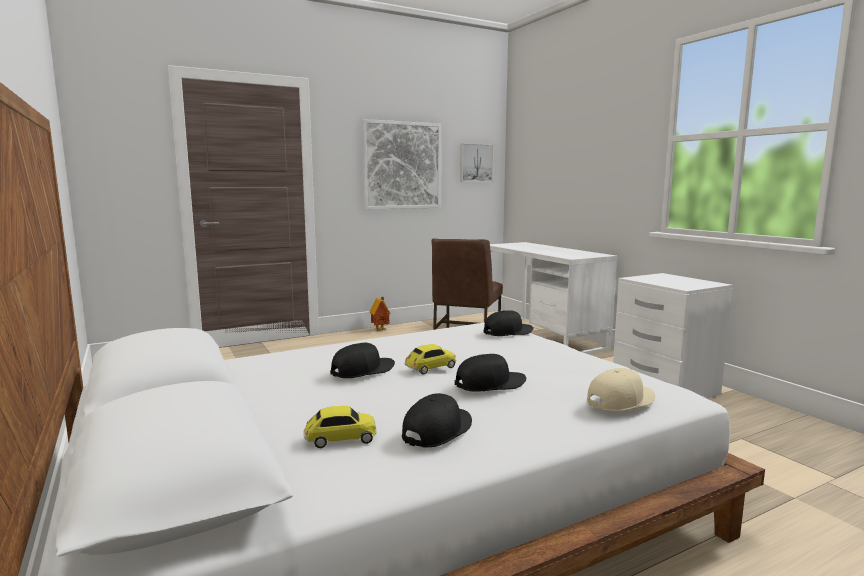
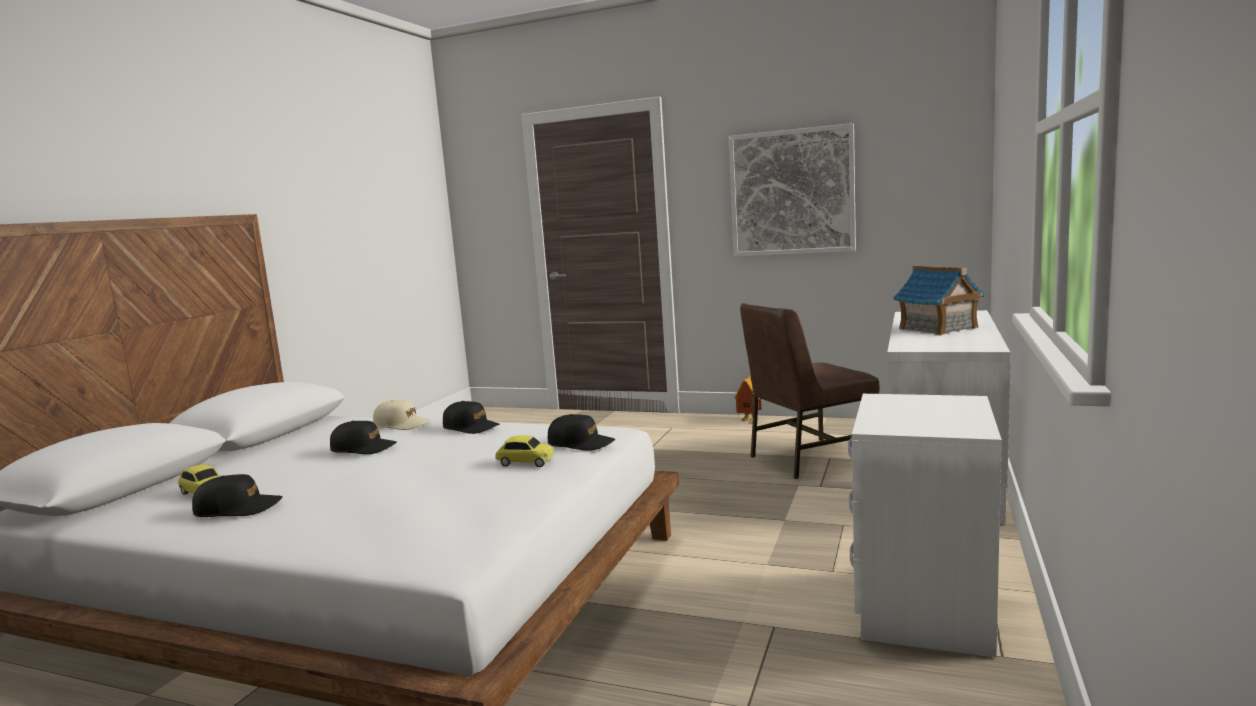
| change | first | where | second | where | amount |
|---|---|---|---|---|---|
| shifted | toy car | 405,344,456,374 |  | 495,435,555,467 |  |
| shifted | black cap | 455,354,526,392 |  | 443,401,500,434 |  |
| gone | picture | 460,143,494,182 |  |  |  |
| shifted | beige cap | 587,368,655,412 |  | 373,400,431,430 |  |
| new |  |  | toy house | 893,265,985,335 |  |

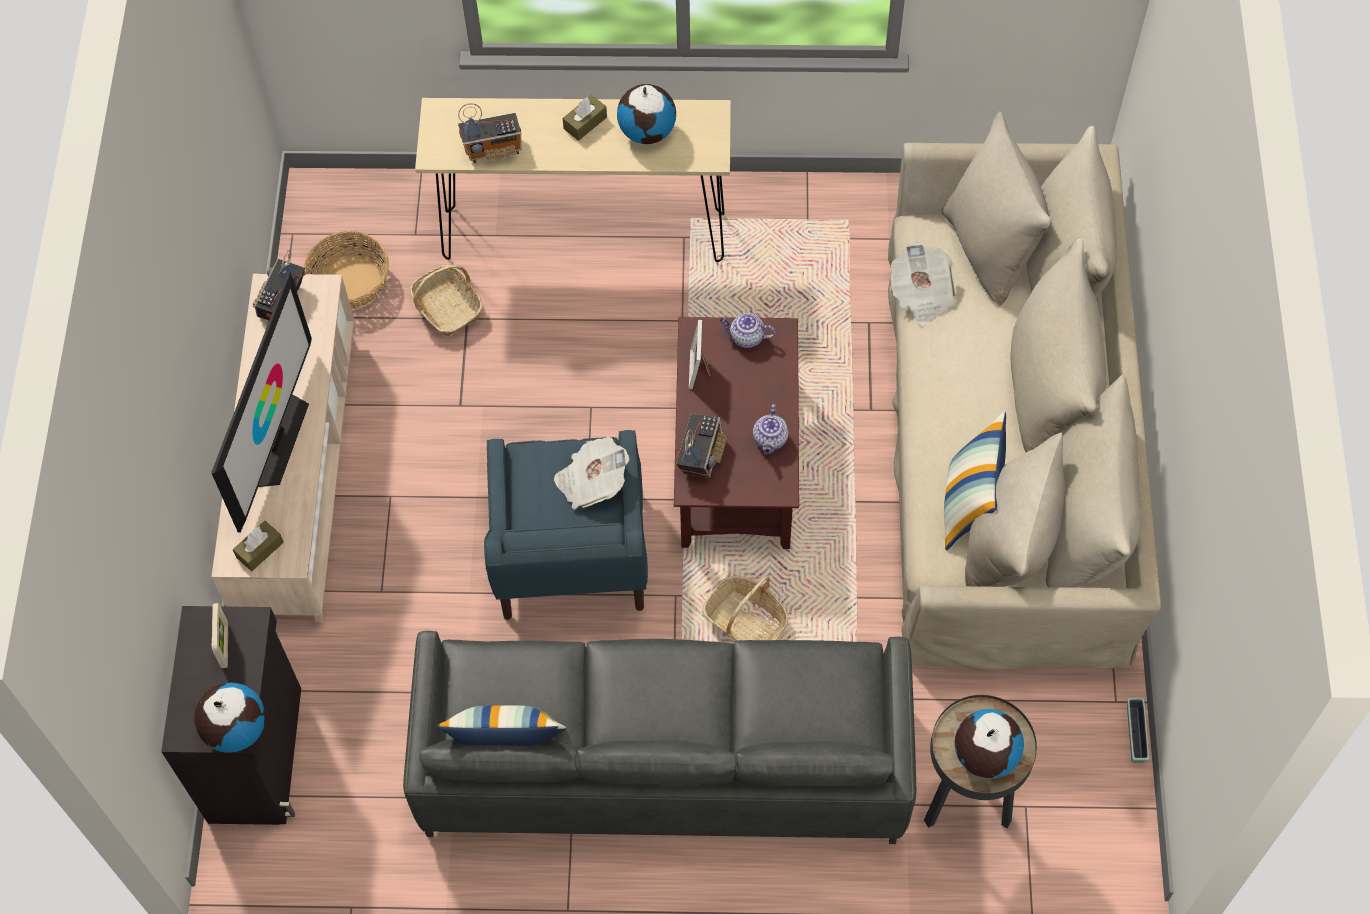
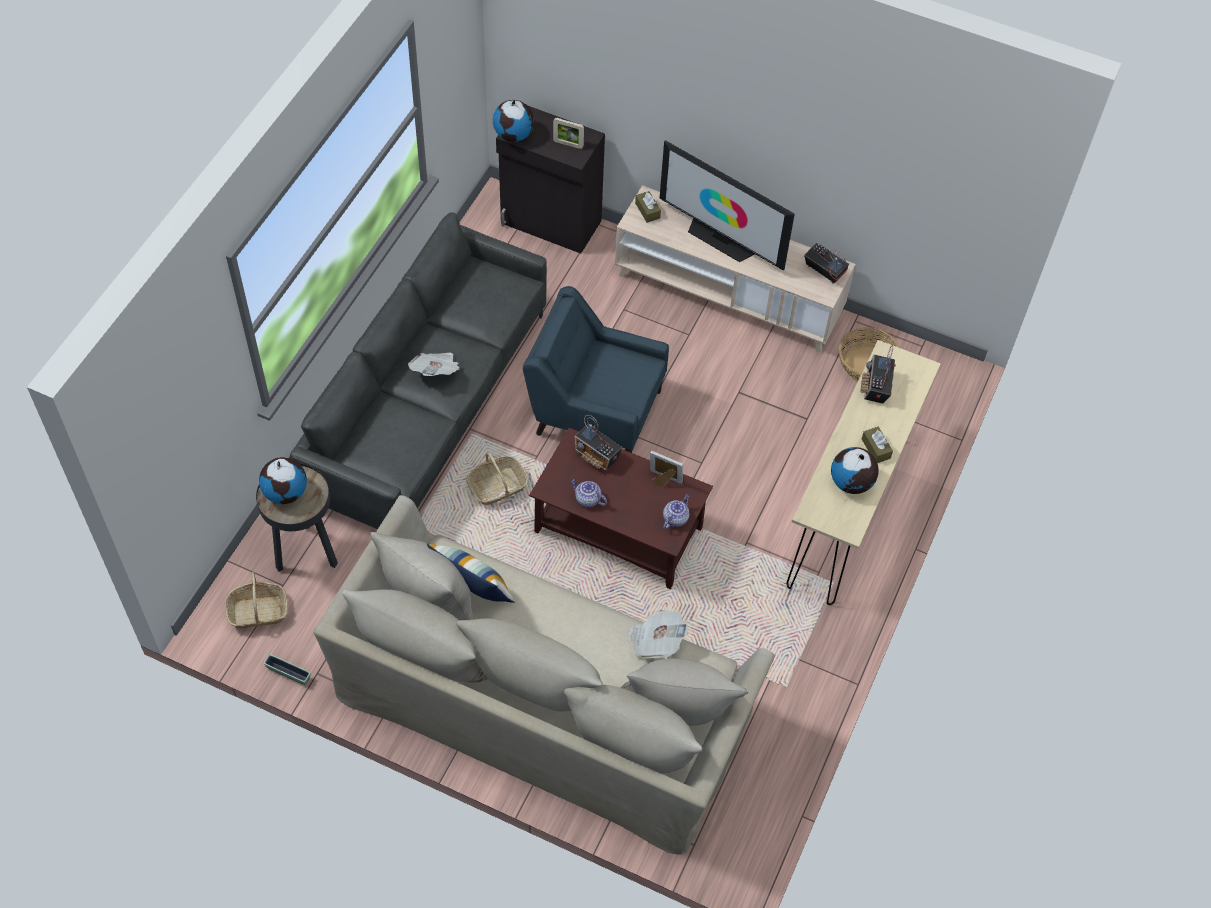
| change | first | where | second | where | amount |
|---|---|---|---|---|---|
| shifted | basket | 410,265,483,336 |  | 225,572,288,629 |  |
| gone | pillow | 437,705,566,746 |  |  |  |
| shifted | newspaper | 554,437,629,509 |  | 408,352,460,376 |  |

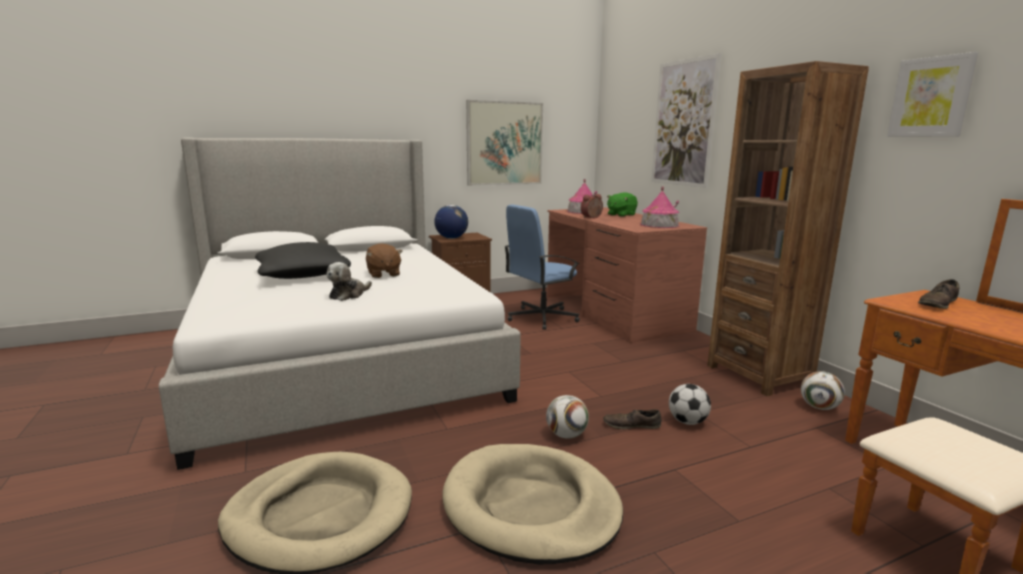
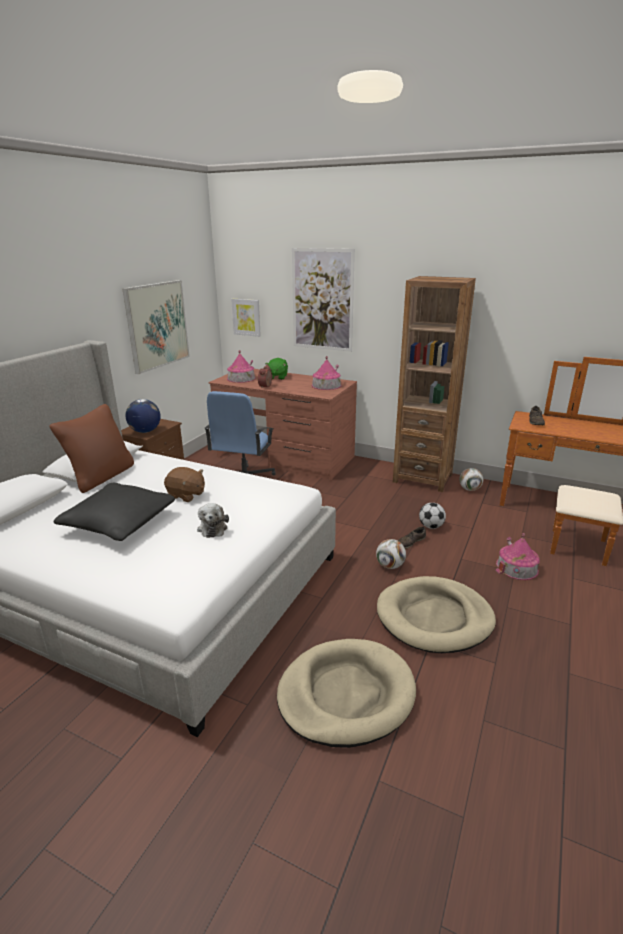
| change | first | where | second | where | amount |
|---|---|---|---|---|---|
| shifted | picture | 887,52,978,137 |  | 231,299,261,337 |  |
| new |  |  | brown pillow | 49,404,134,493 |  |
| new |  |  | toy house | 495,533,540,580 |  |

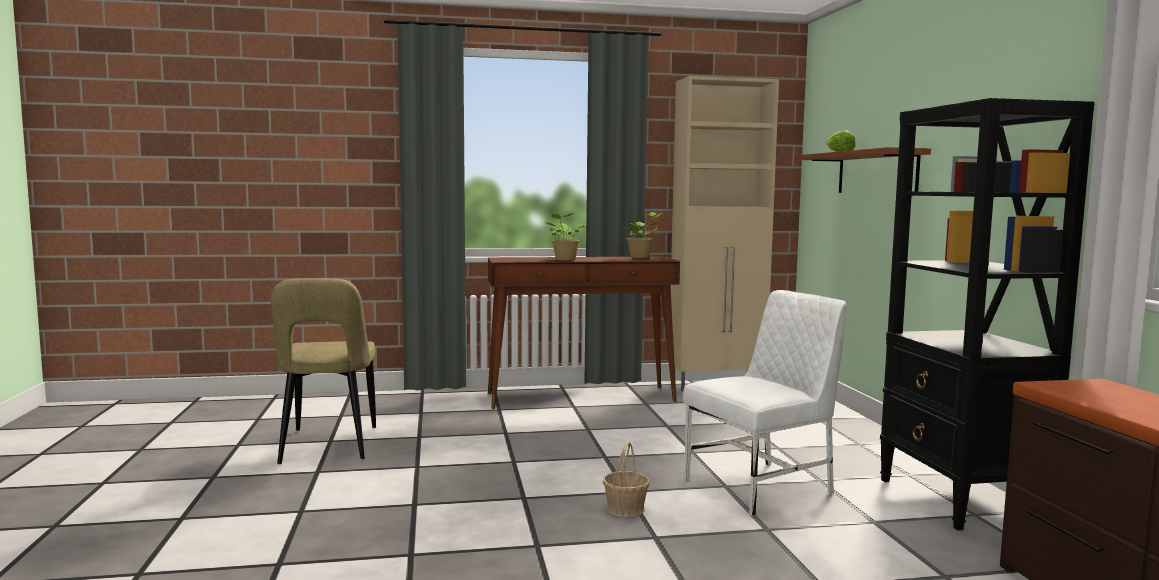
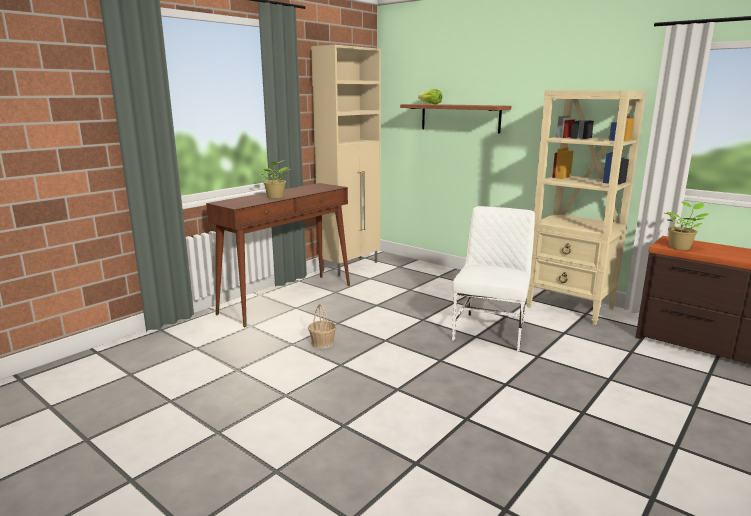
| change | first | where | second | where | amount |
|---|---|---|---|---|---|
| gone | beige chair | 271,278,376,464 |  |  |  |
| shifted | basket | 603,441,650,517 |  | 308,304,337,349 |  |
| shifted | potted plant | 623,212,662,258 |  | 665,201,708,250 |  |
| repainted | black bookcase | 880,98,1095,531 | beige bookcase | 526,90,646,325 |  |

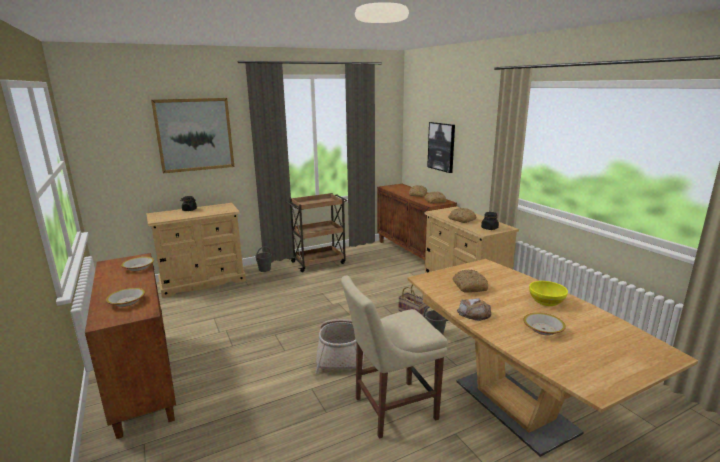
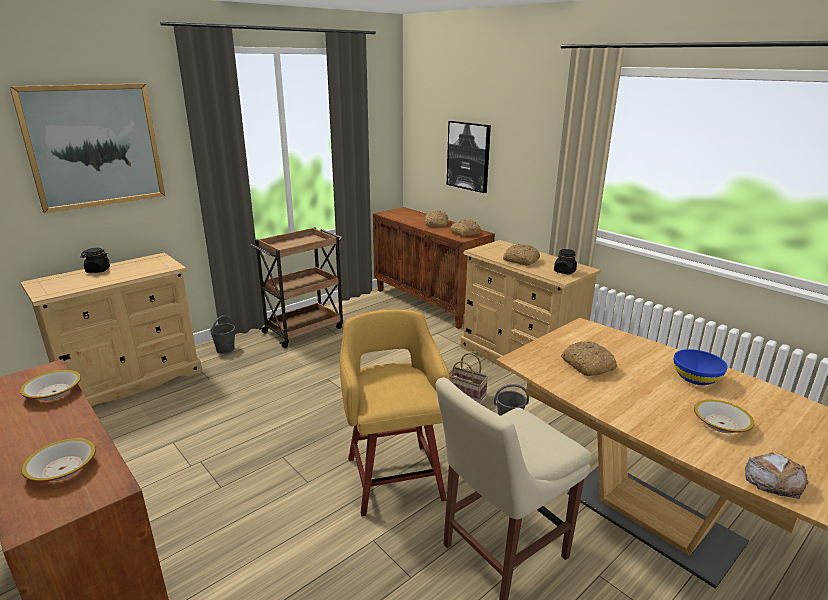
| change | first | where | second | where | amount |
|---|---|---|---|---|---|
| swapped | basket | 315,319,364,374 | yellow stool | 340,309,450,516 |  |
| shifted | bread | 457,298,491,321 |  | 745,452,808,499 |  |
| repainted | yellow bowl | 529,281,568,306 | blue bowl | 674,349,728,385 |  |

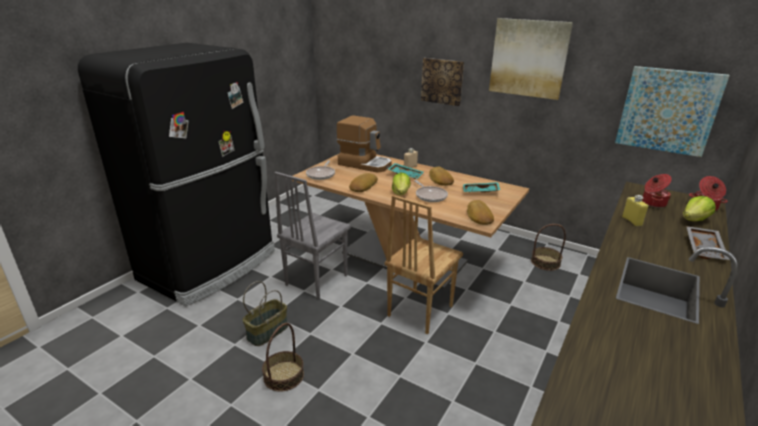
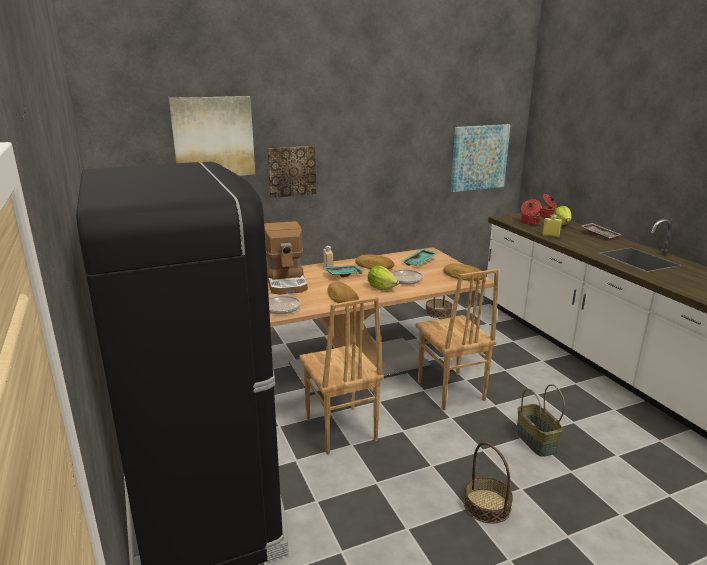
| change | first | where | second | where | amount |
|---|---|---|---|---|---|
| shifted | basket | 243,281,288,346 |  | 516,384,565,457 |  |
| repainted | grey chair | 275,172,351,299 | brown chair | 299,297,384,455 |  |
| rotated | coffee machine | 337,116,392,173 |  | 264,221,308,295 | 105 degrees clockwise |
| shifted | picture | 489,18,573,100 |  | 169,96,255,176 |  |

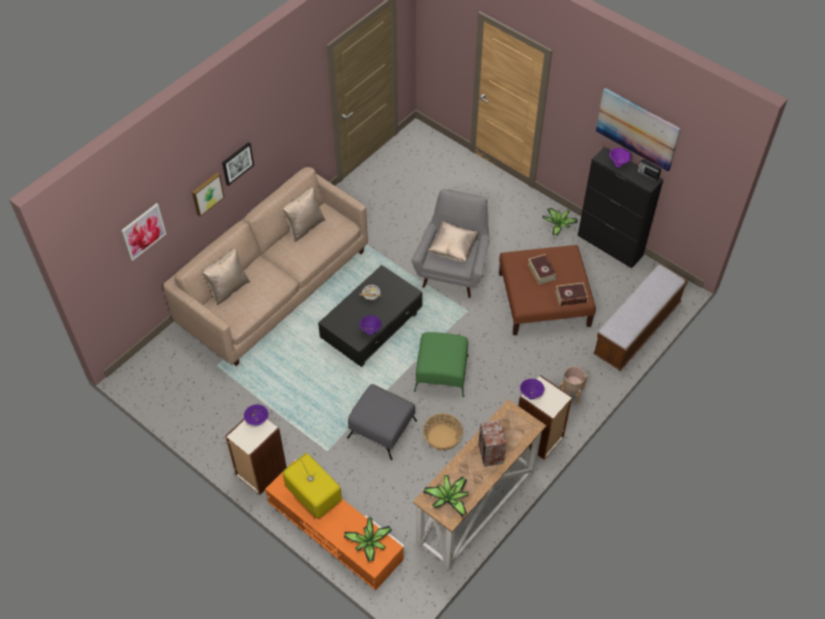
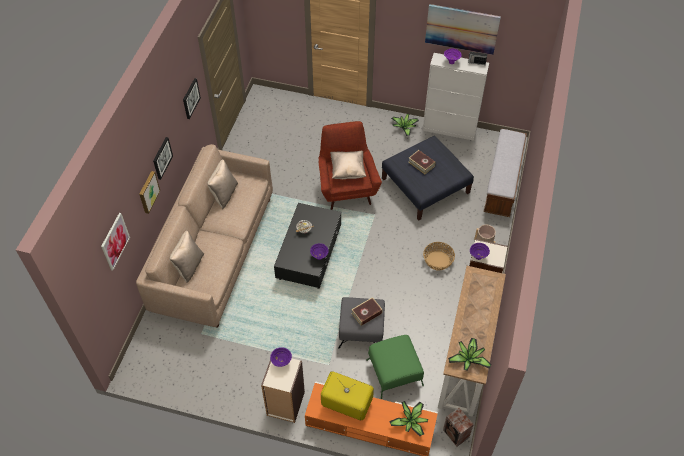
| change | first | where | second | where | amount |
|---|---|---|---|---|---|
| repainted | grey armchair | 411,189,490,298 | red armchair | 319,121,382,210 |  |
| shifted | green ottoman | 414,332,469,397 |  | 366,335,424,399 |  |
| shifted | basket | 423,413,463,450 |  | 423,242,455,271 |  |
| shifted | speaker | 478,420,506,467 |  | 443,408,474,446 |  |
| repainted | brown ottoman | 499,245,596,335 | blue ottoman | 382,136,474,220 |  |
| shifted | book | 555,282,588,306 |  | 351,297,383,326 |  |
| repainted | black cabinet | 578,147,663,268 | white cabinet | 423,53,489,141 |  |
| new |  |  | picture | 183,78,201,119 |  |

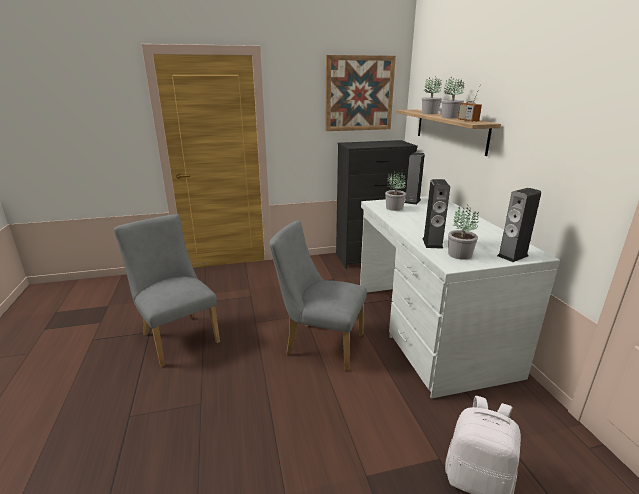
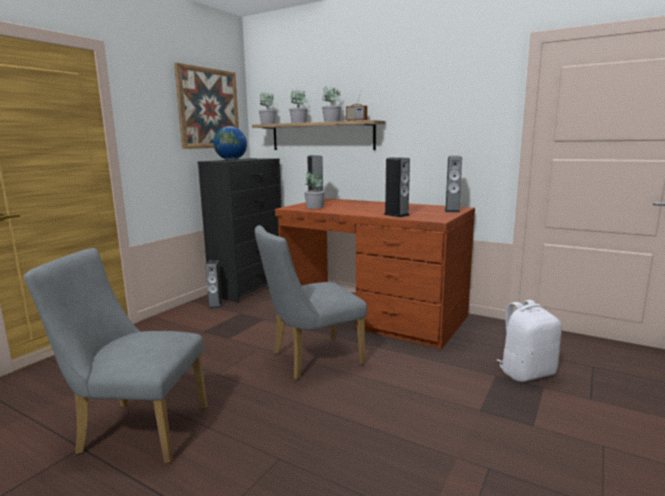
| change | first | where | second | where | amount |
|---|---|---|---|---|---|
| repainted | white desk | 360,196,560,399 | brown desk | 275,198,475,350 |  |
| shifted | potted plant | 448,204,479,260 |  | 259,92,276,124 |  |
| new |  |  | speaker | 206,260,223,309 |  |
| new |  |  | globe | 213,126,247,160 |  |

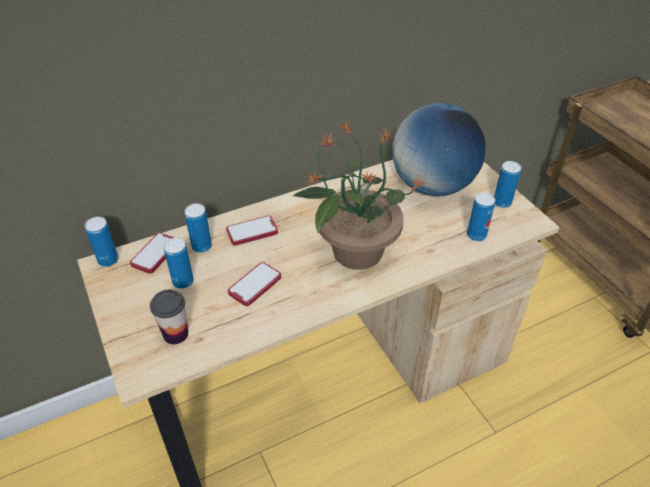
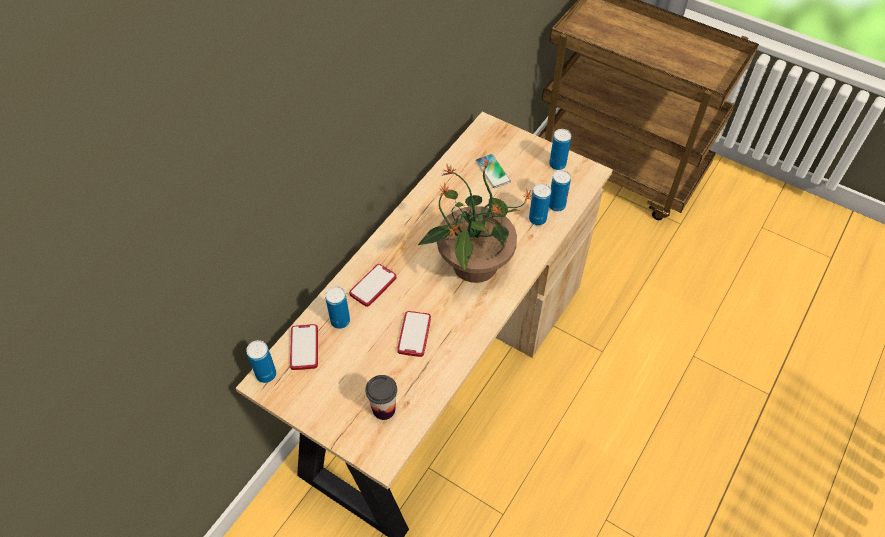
| change | first | where | second | where | amount |
|---|---|---|---|---|---|
| shifted | can | 163,238,194,289 |  | 529,183,551,225 |  |
| swapped | globe | 392,103,486,196 | phone | 475,154,511,188 |  |

